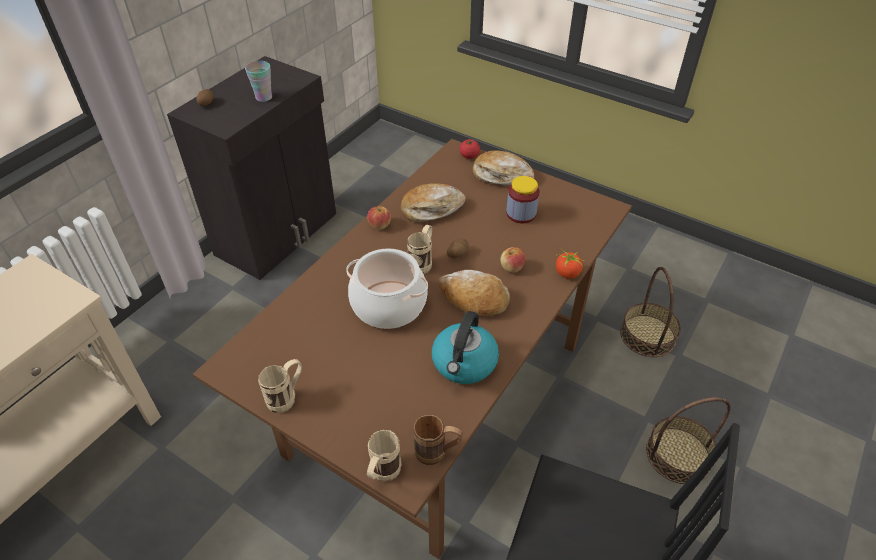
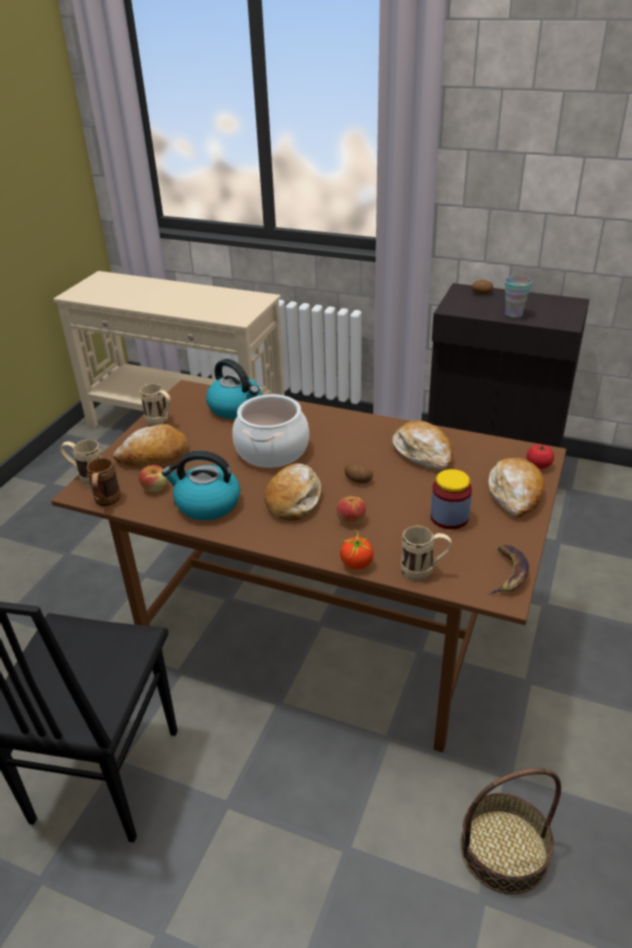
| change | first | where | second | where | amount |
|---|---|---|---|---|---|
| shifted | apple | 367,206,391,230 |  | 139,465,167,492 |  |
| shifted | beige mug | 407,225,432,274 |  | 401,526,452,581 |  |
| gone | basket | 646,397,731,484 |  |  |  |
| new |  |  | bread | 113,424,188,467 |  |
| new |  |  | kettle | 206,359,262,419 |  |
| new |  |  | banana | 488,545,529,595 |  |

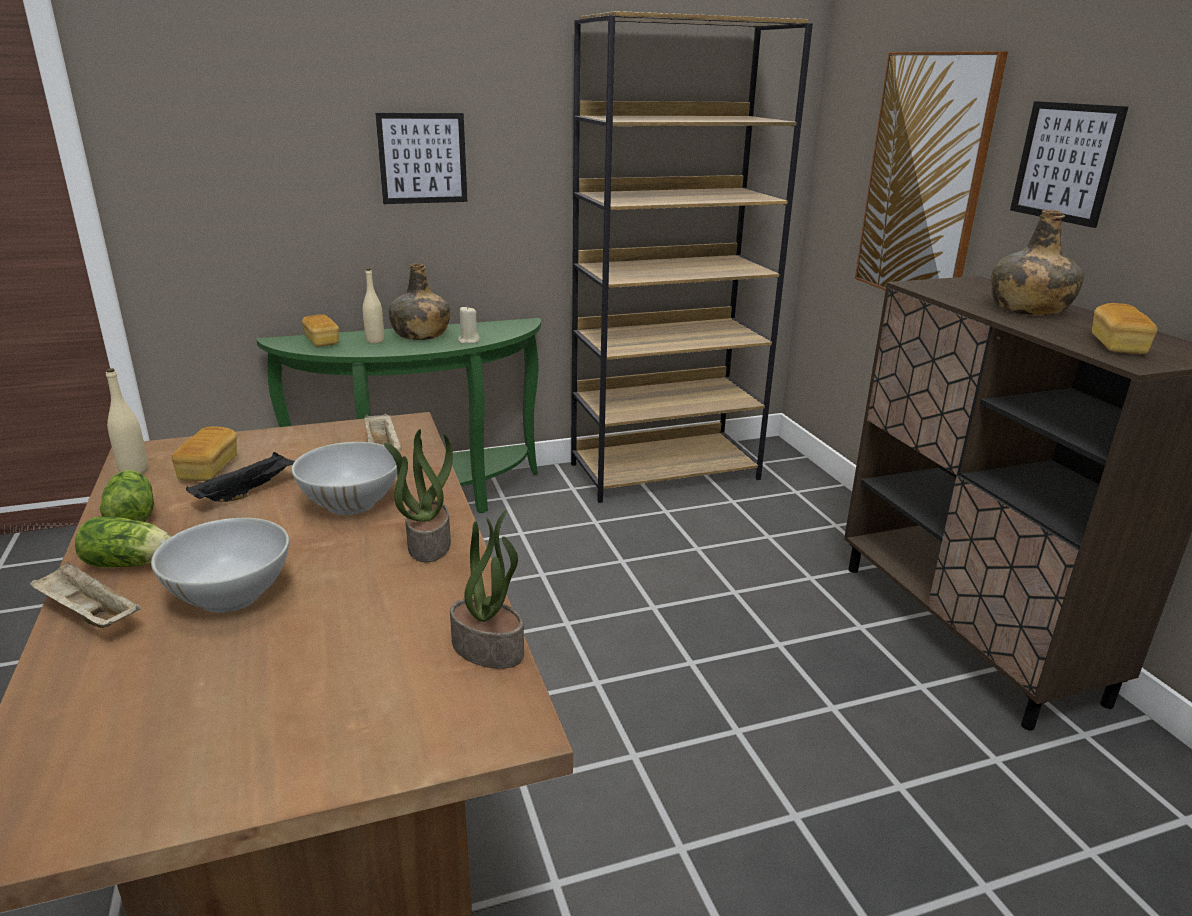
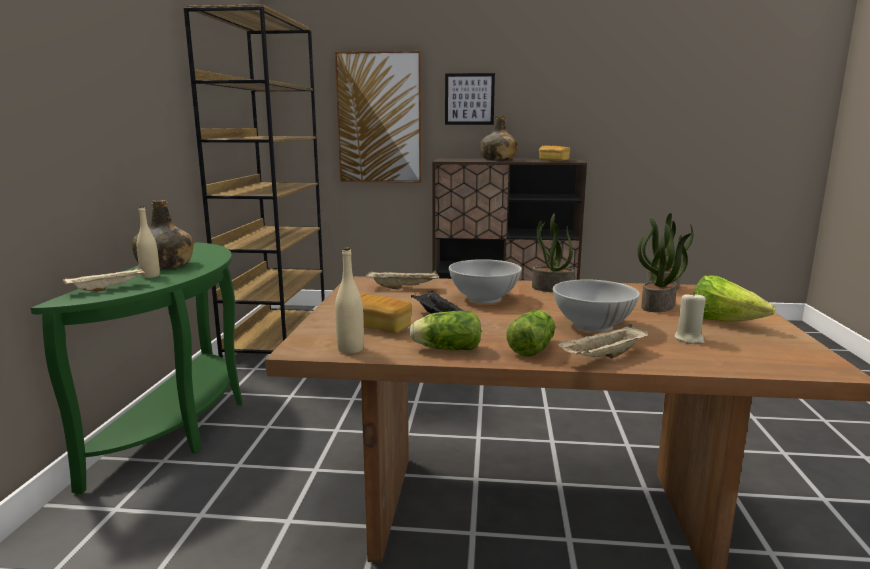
| change | first | where | second | where | amount |
|---|---|---|---|---|---|
| swapped | bread | 302,315,339,346 | beige tray | 63,267,148,291 |  |
| gone | picture | 375,113,467,204 |  |  |  |
| shifted | beige candle | 458,306,480,344 |  | 675,292,706,344 |  |
| new |  |  | potted plant | 637,224,691,312 |  |
| new |  |  | lettuce | 693,276,776,322 |  |

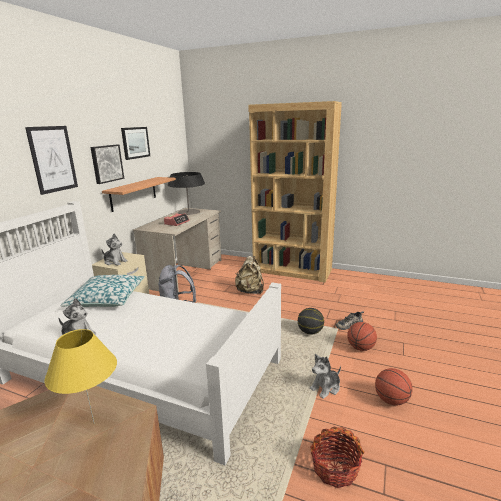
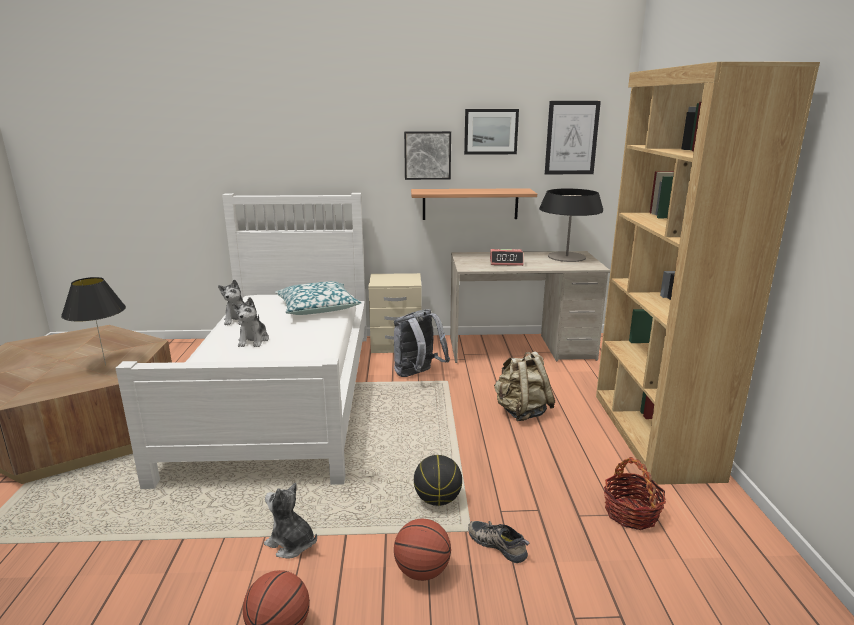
| change | first | where | second | where | amount |
|---|---|---|---|---|---|
| shifted | picture | 25,126,78,195 |  | 545,101,601,174 |  |
| repainted | yellow table lamp | 45,329,117,424 | black table lamp | 61,277,126,365 |  |
| shifted | plush toy | 102,234,128,266 |  | 232,297,269,347 |  |
| shifted | basket | 310,427,364,488 |  | 604,457,666,530 |  |

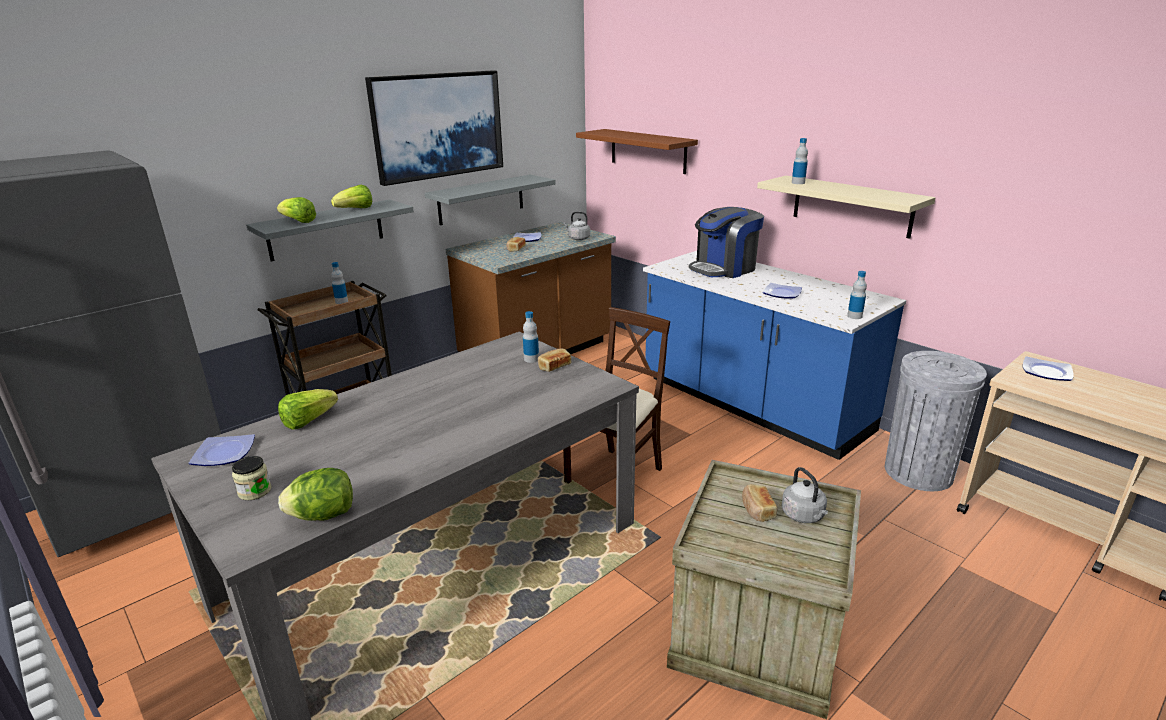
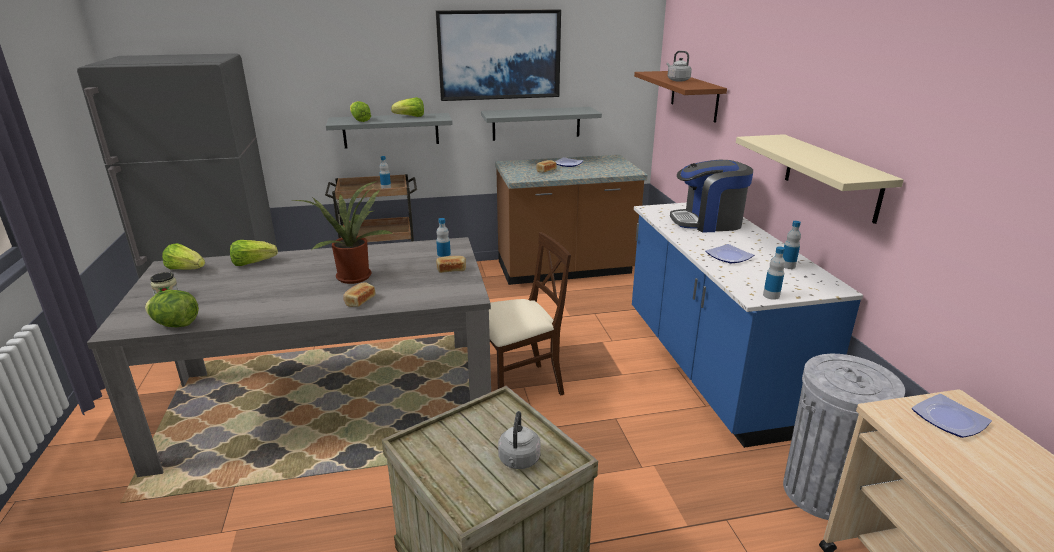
| change | first | where | second | where | amount |
|---|---|---|---|---|---|
| swapped | plate | 189,434,255,466 | lettuce | 162,243,205,270 |  |
| shifted | grey kettle | 563,212,590,240 |  | 666,51,692,82 |  |
| shifted | bread | 742,484,777,522 |  | 343,282,376,307 |  |
| shifted | bottle | 792,138,808,184 |  | 783,221,801,269 |  |
| new |  |  | potted plant | 290,181,393,284 |  |

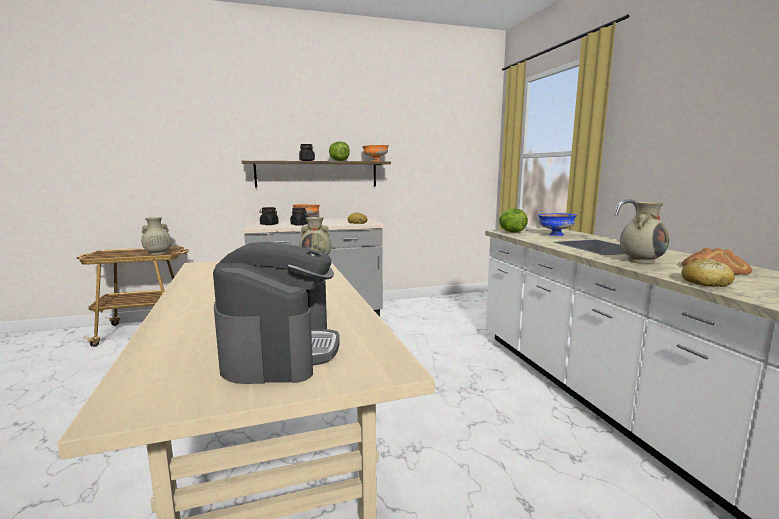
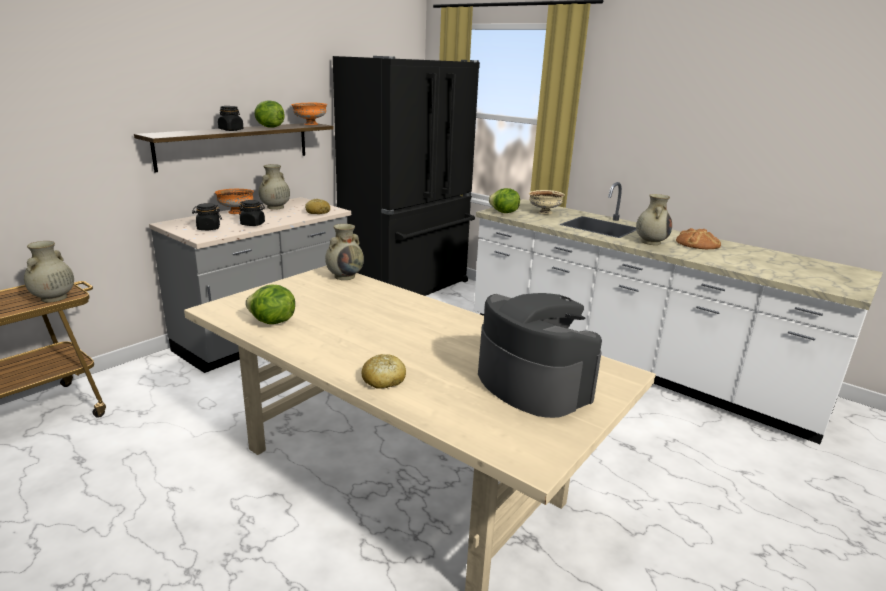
| change | first | where | second | where | amount |
|---|---|---|---|---|---|
| repainted | blue bowl | 538,213,577,236 | beige bowl | 529,190,565,214 |  |
| shifted | bread | 682,259,735,287 |  | 362,354,406,389 |  |
| new |  |  | lettuce | 245,285,295,324 |  |
| new |  |  | beige vase | 259,164,290,210 |  |
| new |  |  | black fridge | 333,56,480,296 |  |

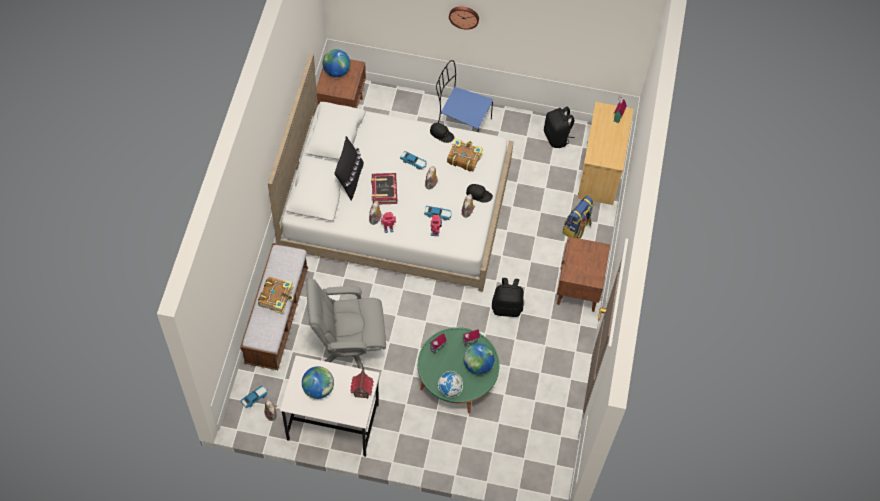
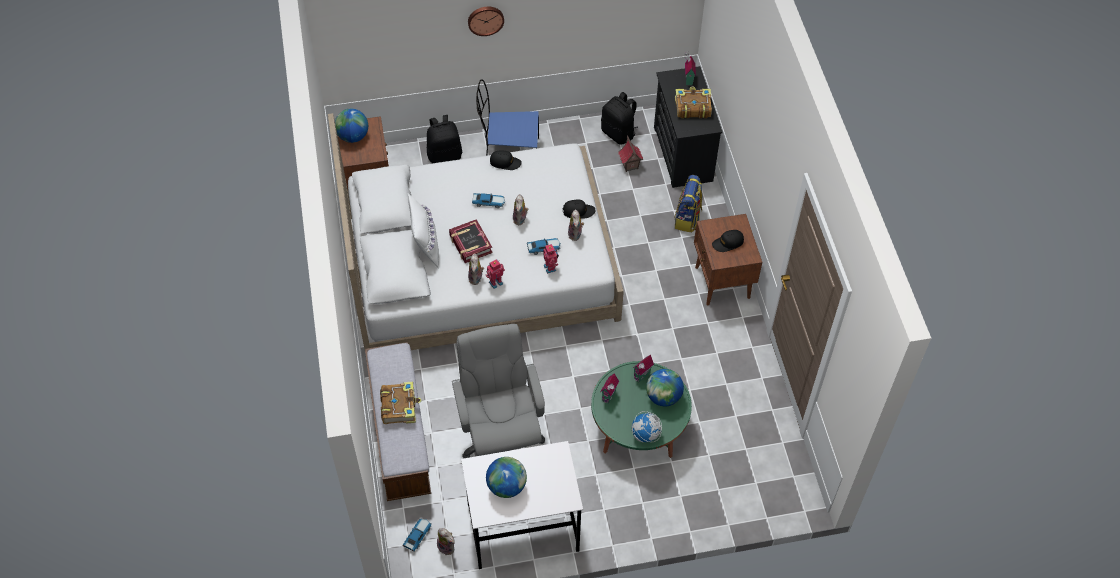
| change | first | where | second | where | amount |
|---|---|---|---|---|---|
| rotated | grey office chair | 306,279,386,369 |  | 452,324,545,458 | 105 degrees clockwise |
| repainted | black pillow | 334,136,364,201 | white pillow | 408,193,439,268 |  |
| shifted | toy house | 350,367,374,399 |  | 618,135,643,172 |  |
| shifted | book | 447,139,483,171 |  | 675,86,712,118 |  |
| shifted | black backpack | 492,278,524,317 |  | 427,115,462,163 |  |
| repainted | beige dresser | 578,102,633,205 | black dresser | 654,66,723,188 |  |
| new |  |  | black cap | 712,230,744,252 |  |

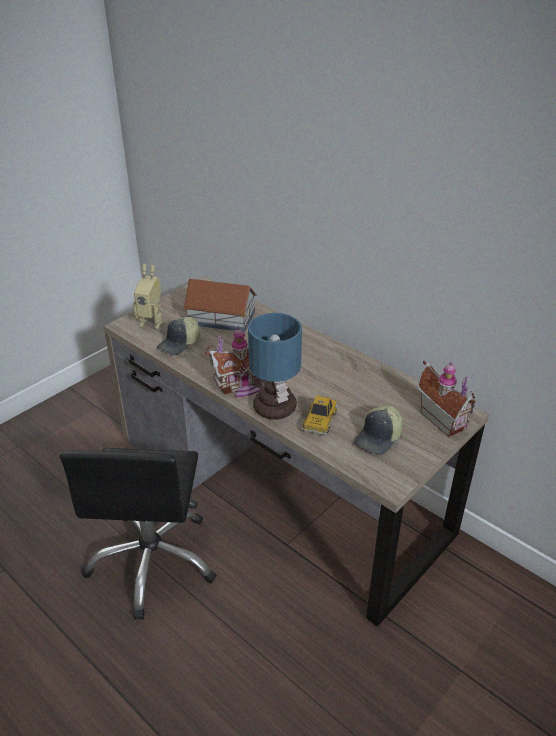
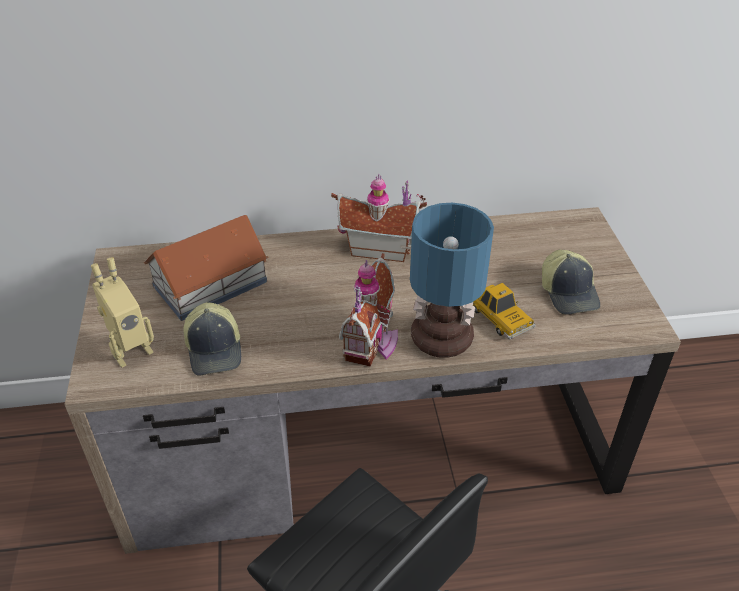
| change | first | where | second | where | amount |
|---|---|---|---|---|---|
| shifted | toy house | 417,360,476,437 |  | 331,174,427,262 |  |

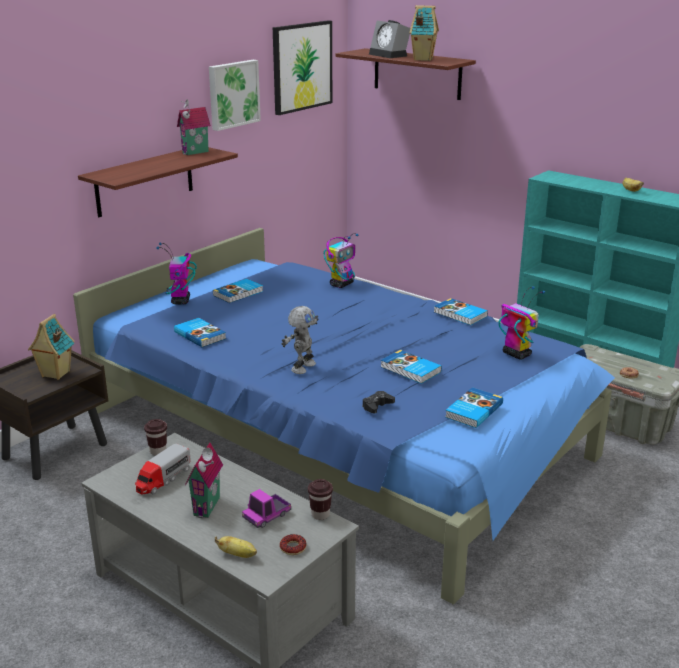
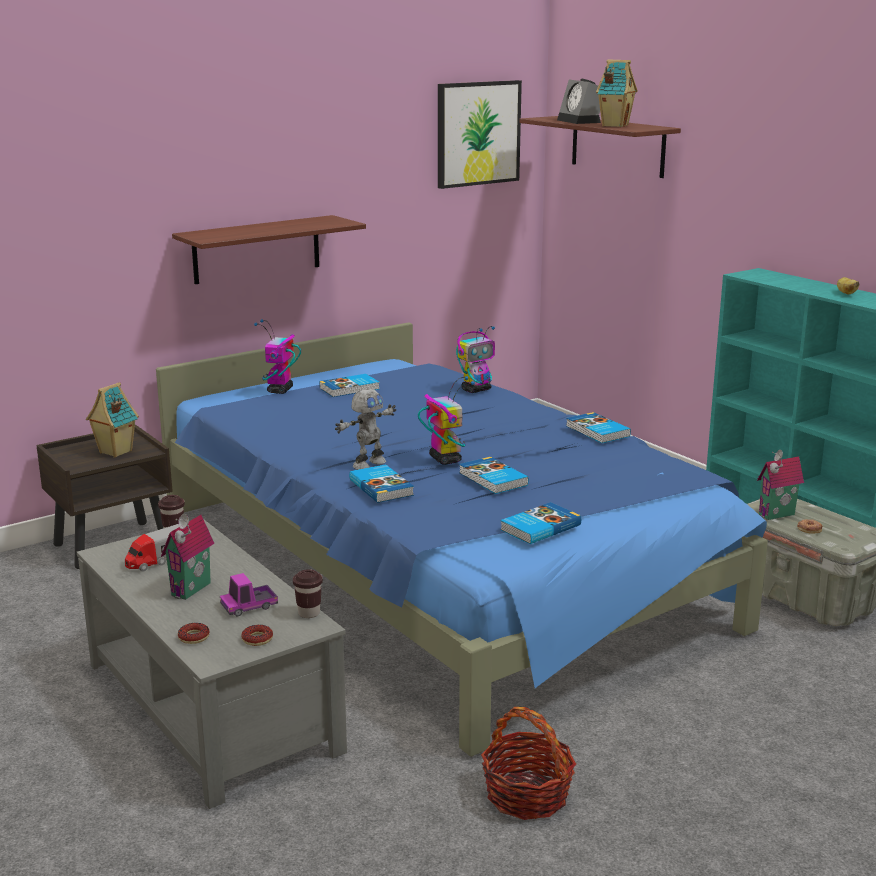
| change | first | where | second | where | amount |
|---|---|---|---|---|---|
| shifted | book | 174,318,226,348 |  | 349,464,414,503 |  |
| shifted | toy house | 177,99,211,155 |  | 757,450,804,520 |  |
| gone | picture | 209,60,261,131 |  |  |  |
| swapped | banana | 215,536,257,558 | donut | 178,623,209,644 |  |
| gone | black game controller | 362,391,395,414 |  |  |  |
| shifted | toy robot | 499,286,545,360 |  | 418,376,475,465 |  |
| new |  |  | basket | 481,707,576,820 |  |

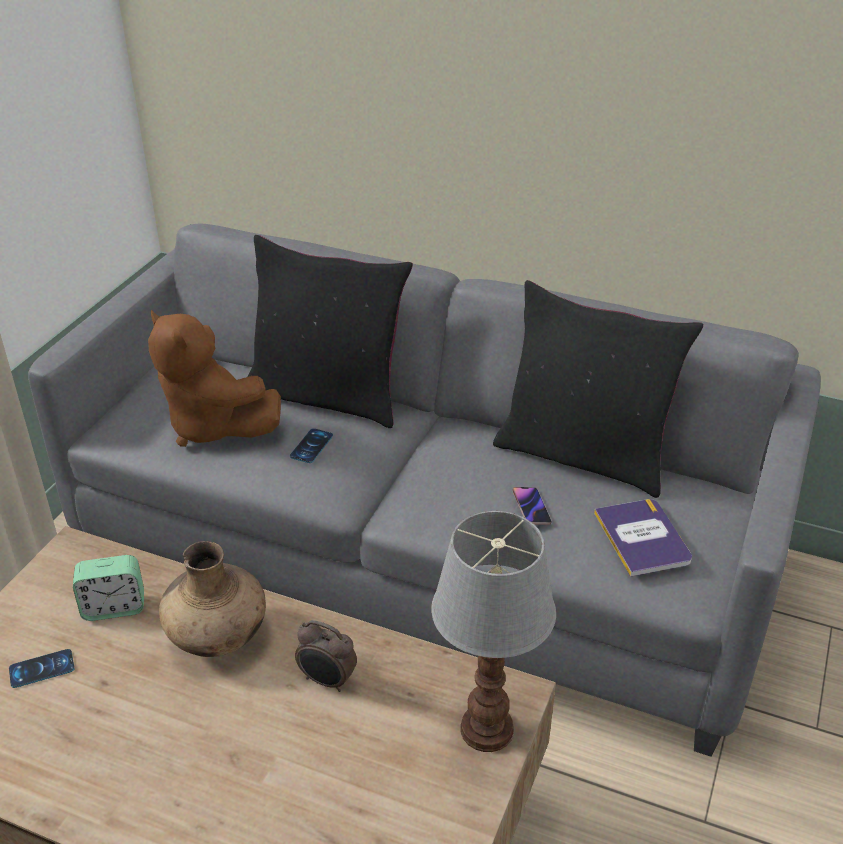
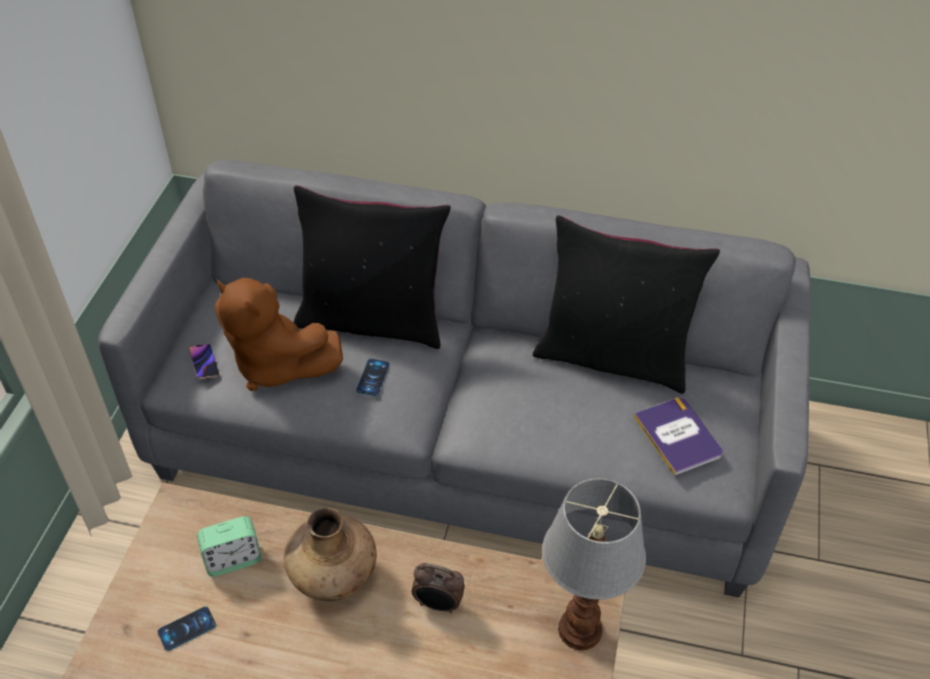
| change | first | where | second | where | amount |
|---|---|---|---|---|---|
| shifted | phone | 512,487,552,525 |  | 189,344,219,379 |  |

